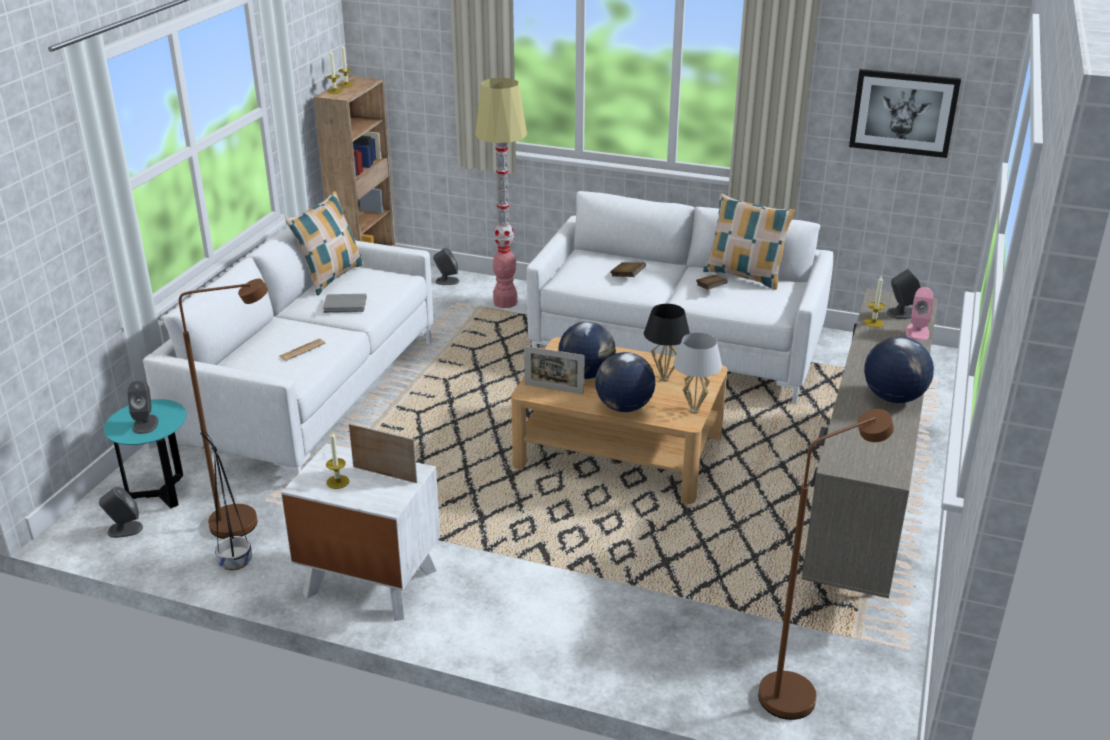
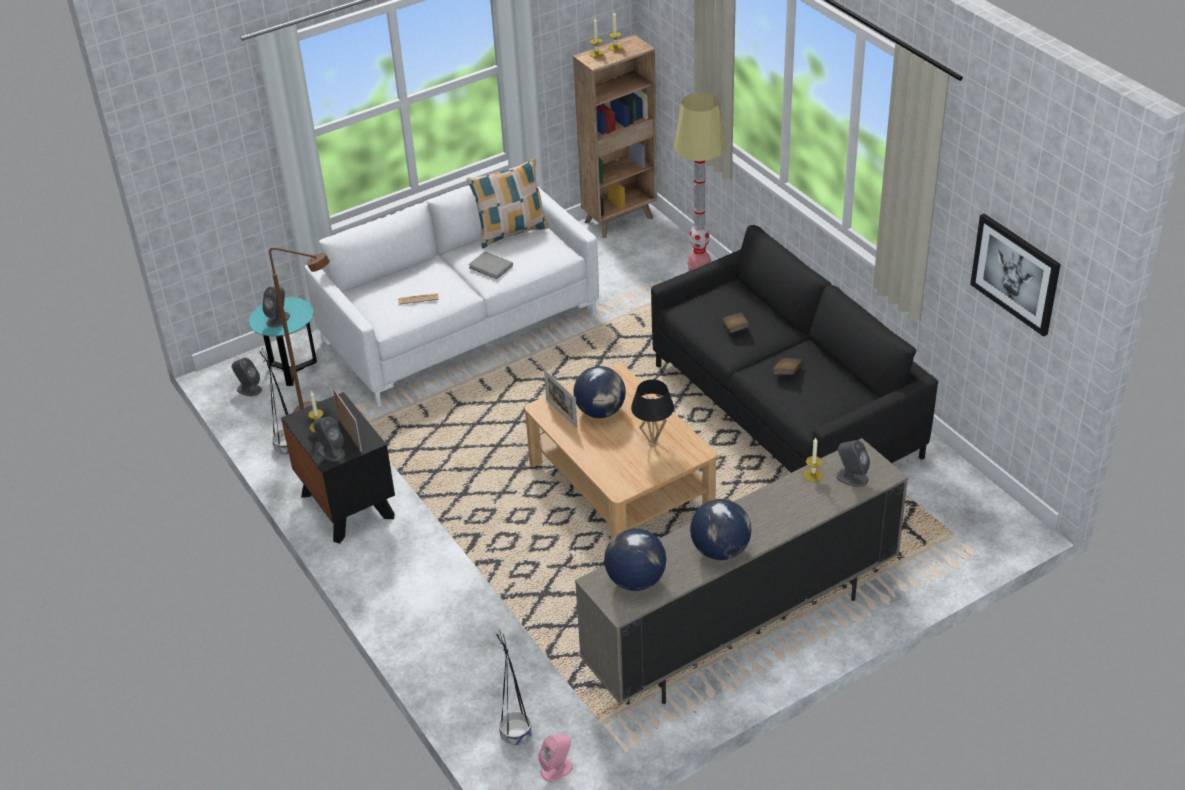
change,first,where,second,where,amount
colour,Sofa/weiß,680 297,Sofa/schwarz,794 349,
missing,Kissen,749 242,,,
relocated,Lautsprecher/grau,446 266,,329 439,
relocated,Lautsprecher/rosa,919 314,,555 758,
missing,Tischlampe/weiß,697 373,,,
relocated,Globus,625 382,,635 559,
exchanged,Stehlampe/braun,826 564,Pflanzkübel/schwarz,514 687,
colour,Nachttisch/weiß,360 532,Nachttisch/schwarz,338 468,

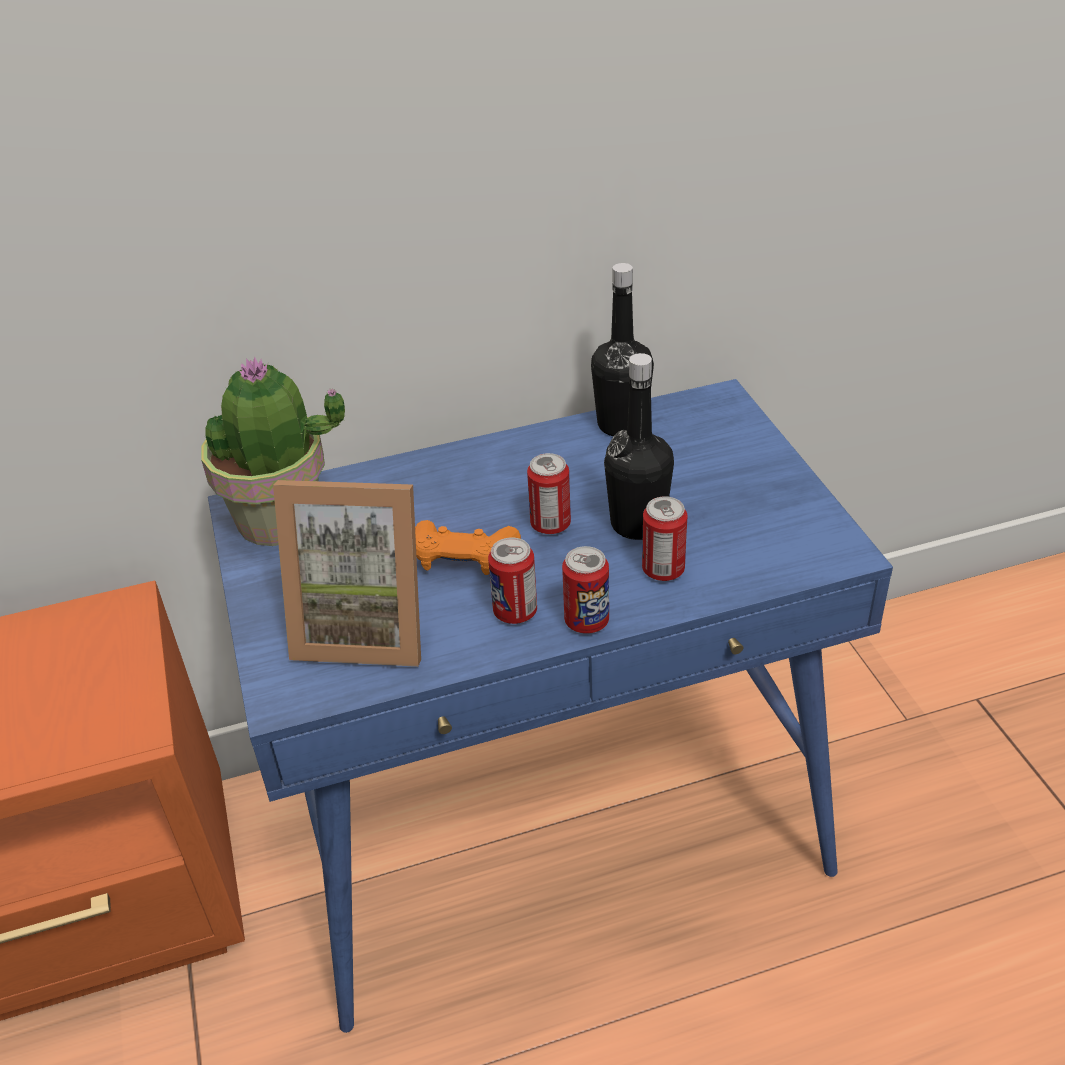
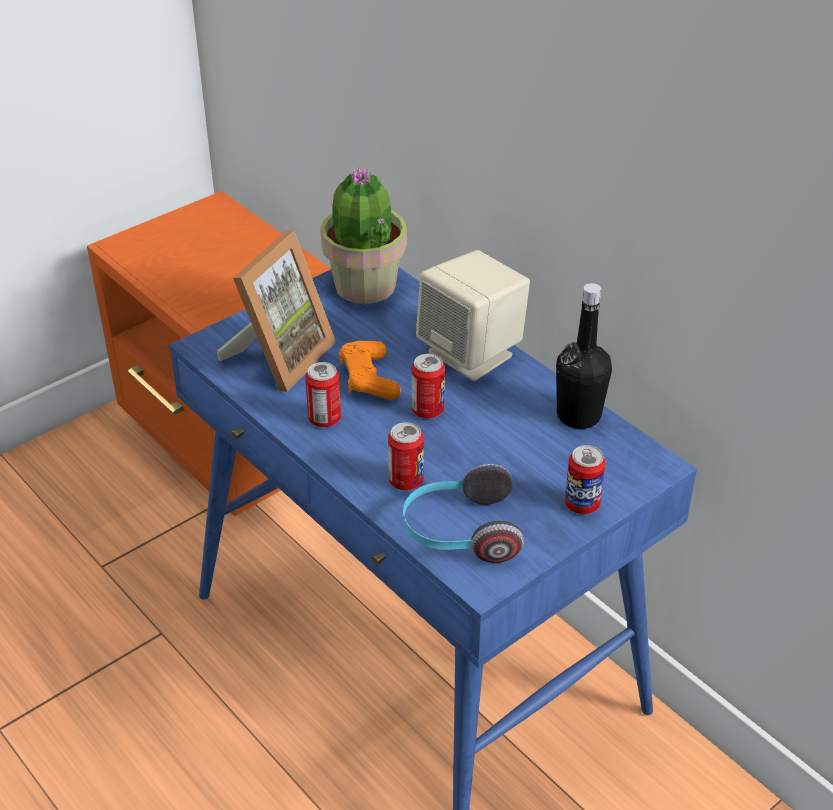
change,first,where,second,where,amount
missing,Flasche/schwarz,639 446,,,
spun,Bilderrahmen,347 573,,276 311,135 degrees counterclockwise
relocated,Dose,585 590,,585 479,
appeared,,,Lautsprecher/beige,473 315,
appeared,,,Kopfhörer,463 513,

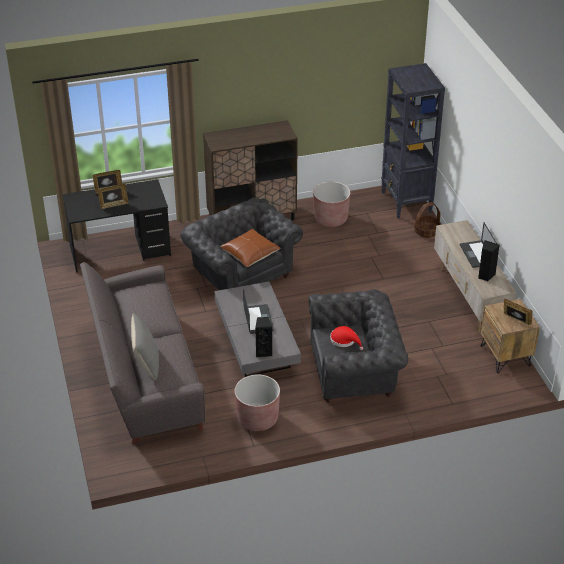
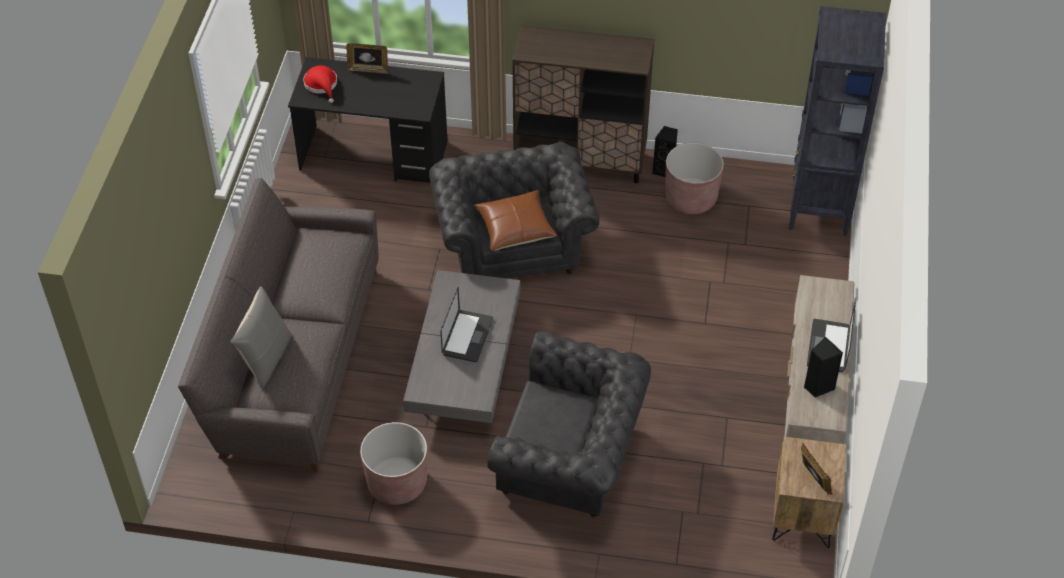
change,first,where,second,where,amount
missing,Bilderrahmen,113 196,,,
missing,Korb,427 220,,,
relocated,Lautsprecher/schwarz,263 337,,665 151,
relocated,Hut/rot,346 338,,320 84,

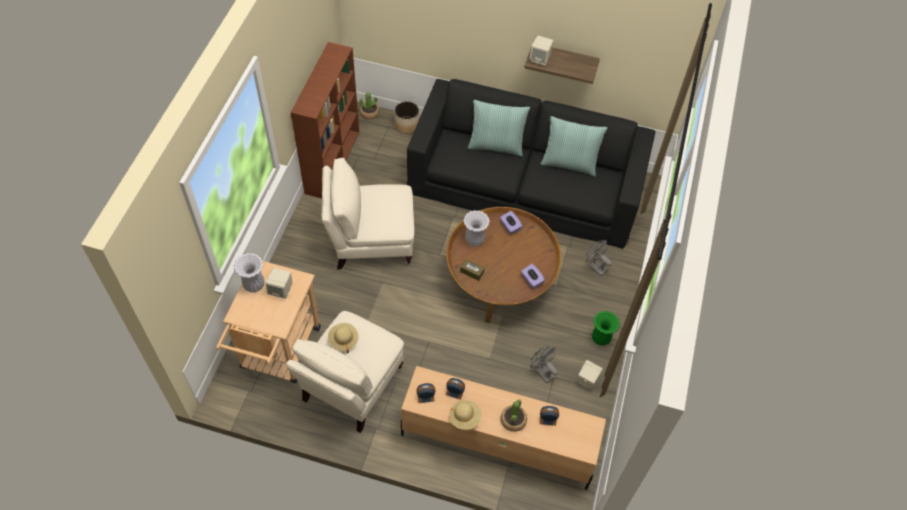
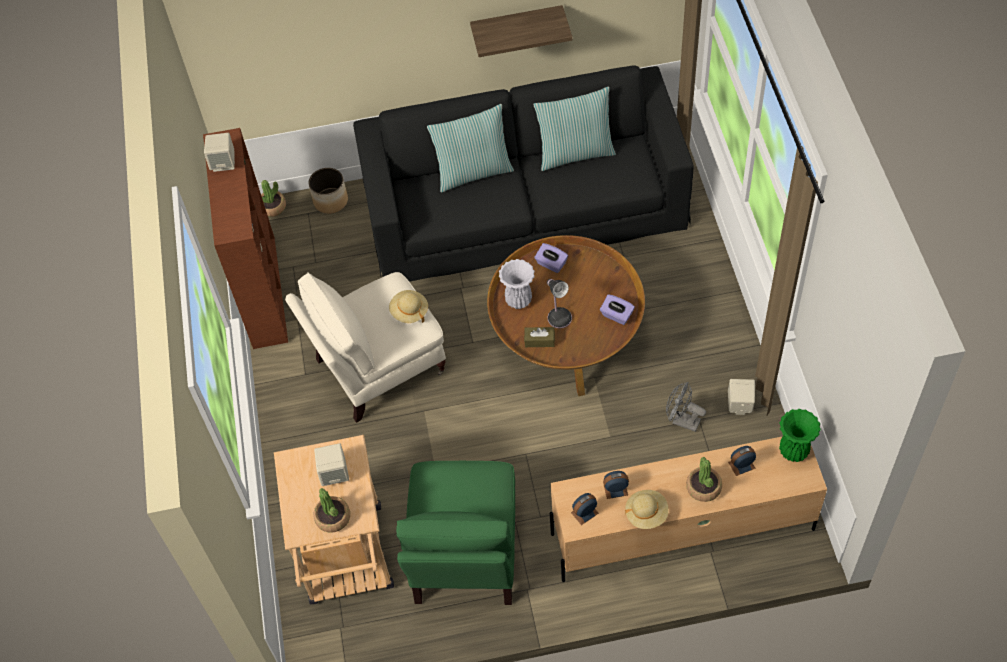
change,first,where,second,where,amount
relocated,Lautsprecher/beige,541 51,,219 152,
missing,Ventilator/grau,599 258,,,
missing,Vase/weiß,249 273,,,
colour,Sessel/beige,345 372,Sessel/grün,455 533,
relocated,Vase/grün,606 328,,800 435,
relocated,Hut/beige,343 338,,408 306,
appeared,,,Tischlampe,559 303,
appeared,,,Topfpflanze,332 510,

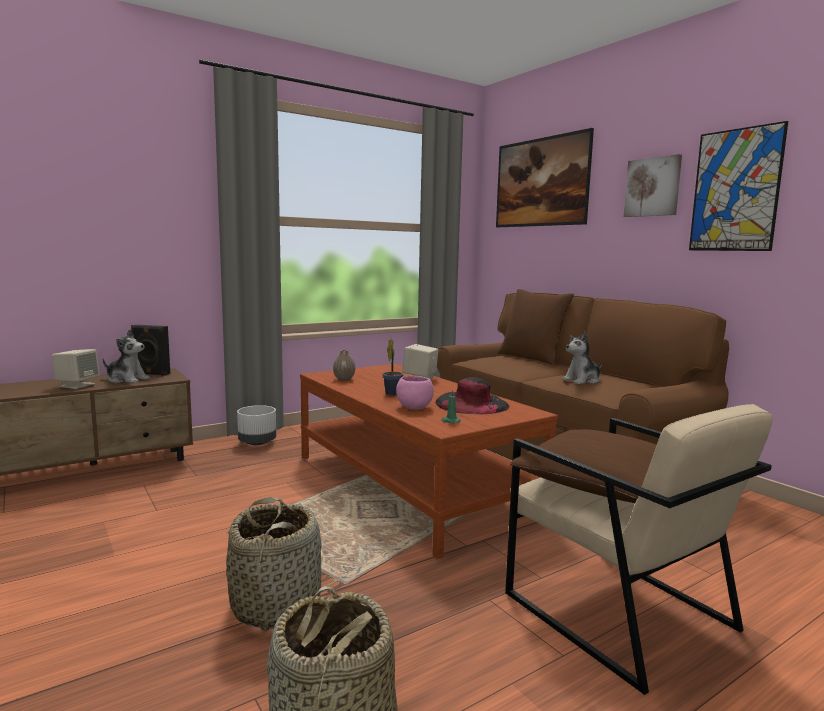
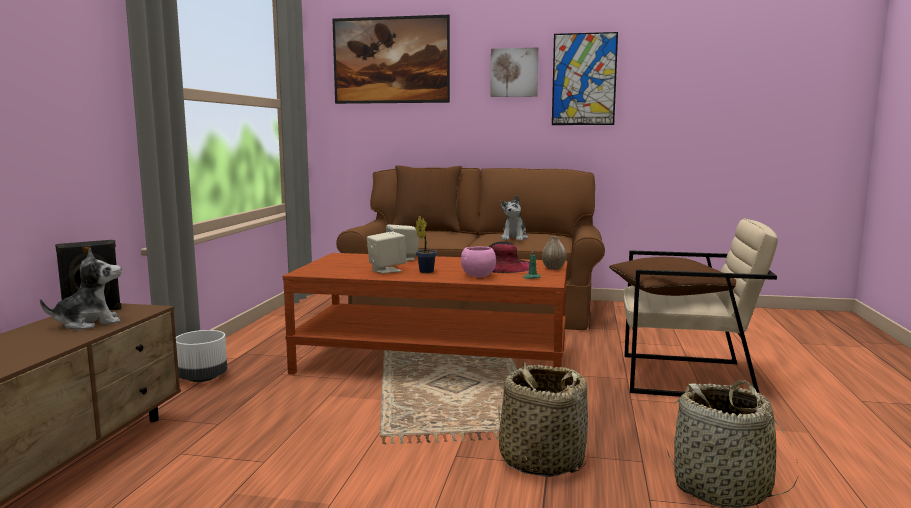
change,first,where,second,where,amount
relocated,Lautsprecher/beige,76 369,,387 252,
relocated,Vase,344 365,,554 253,

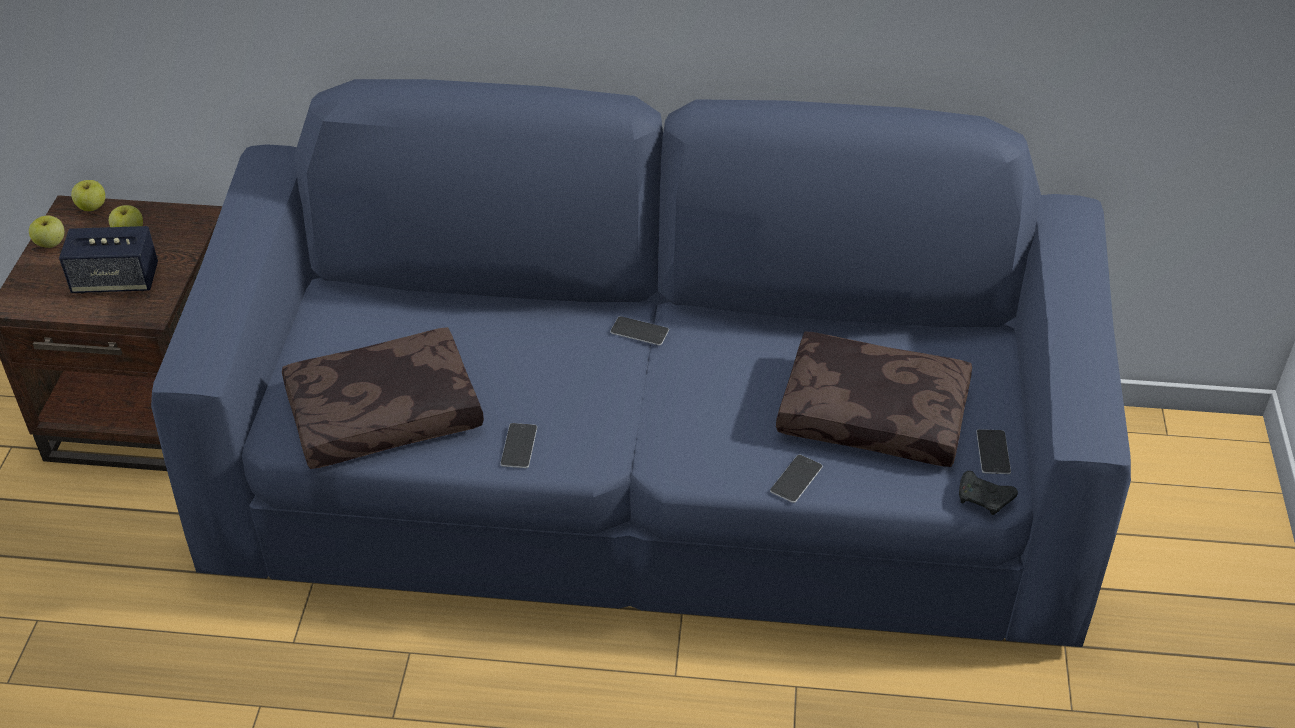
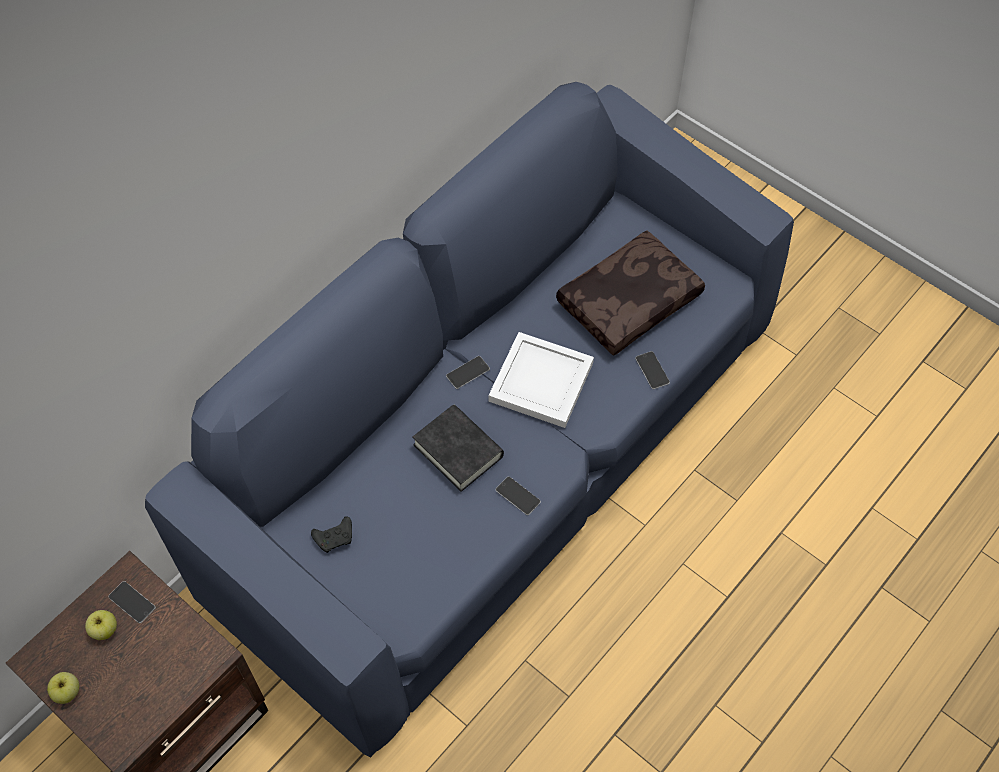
change,first,where,second,where,amount
missing,Apfel,88 195,,,
missing,Lautsprecher,108 259,,,
missing,Kissen/braun,383 398,,,
relocated,Handy,993 451,,132 602,
relocated,Gamepad/schwarz,988 493,,331 534,
appeared,,,Tablett/weiß,541 380,
appeared,,,Buch/schwarz,458 448,

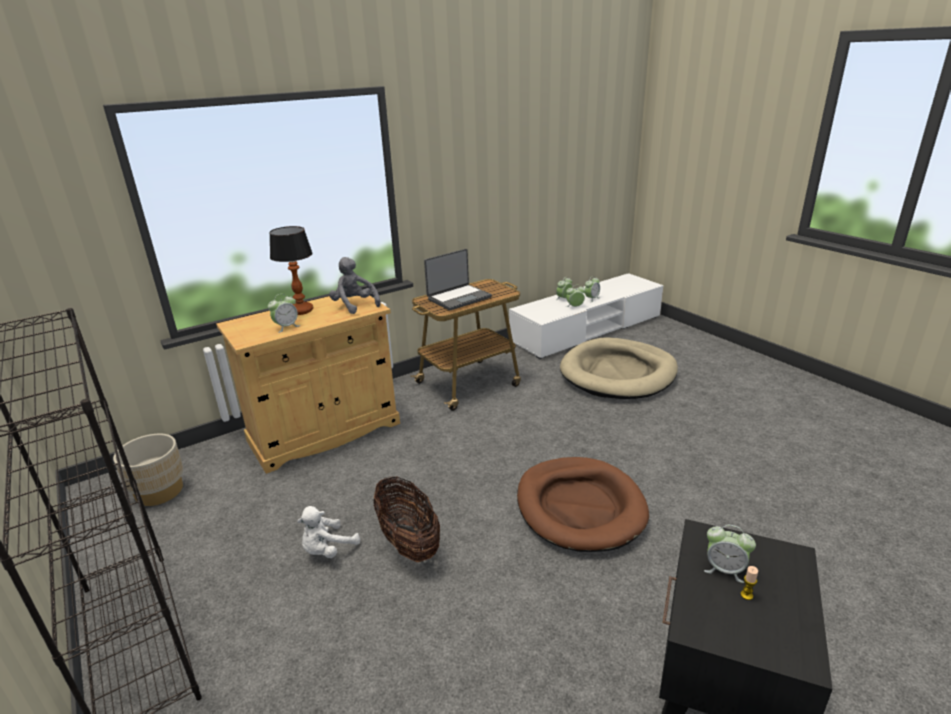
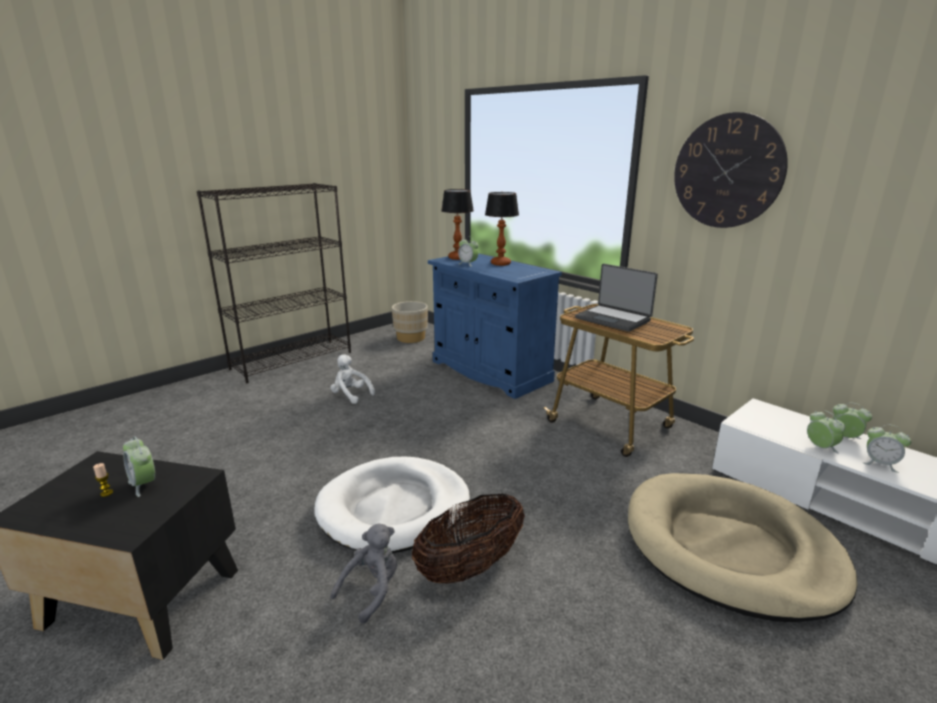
change,first,where,second,where,amount
relocated,Plüschtier/grau,355 285,,363 574,
colour,Schrank/beige,308 384,Schrank/blau,495 326,
colour,Hundebett/braun,583 504,Hundebett/weiß,392 505,
relocated,Korb,406 519,,468 538,
spun,Wecker,730 554,,139 466,60 degrees counterclockwise
appeared,,,Wanduhr,731 170,
appeared,,,Tischlampe,457 224,

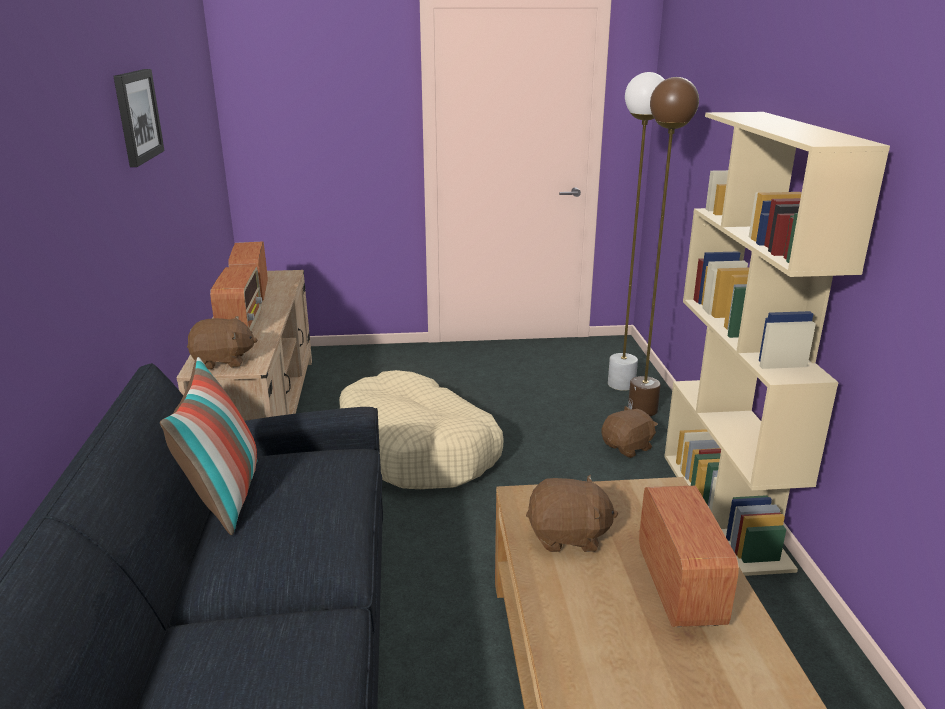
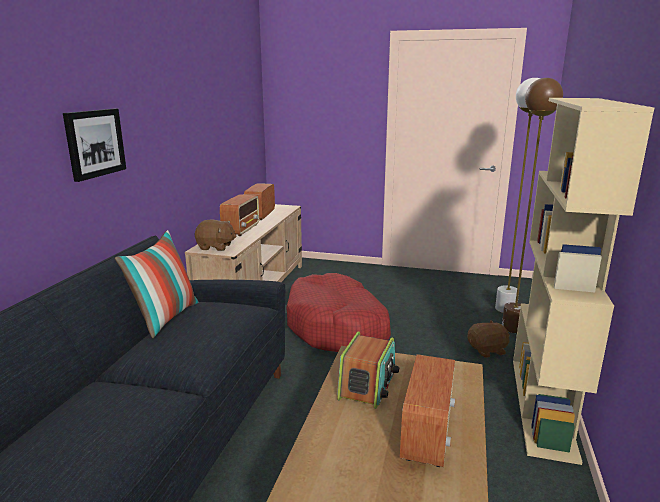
change,first,where,second,where,amount
relocated,Bild,139 118,,94 145,
colour,Hundebett/beige,421 429,Hundebett/rot,338 312,
exchanged,Plüschtier/braun,572 513,Radio,368 370,

